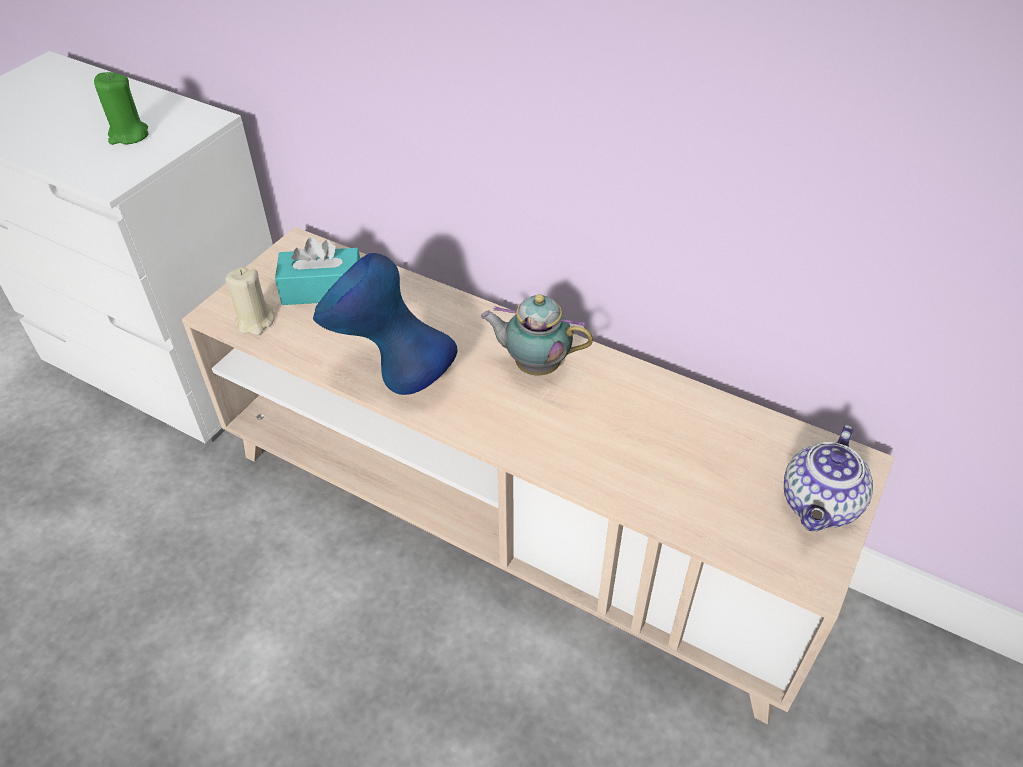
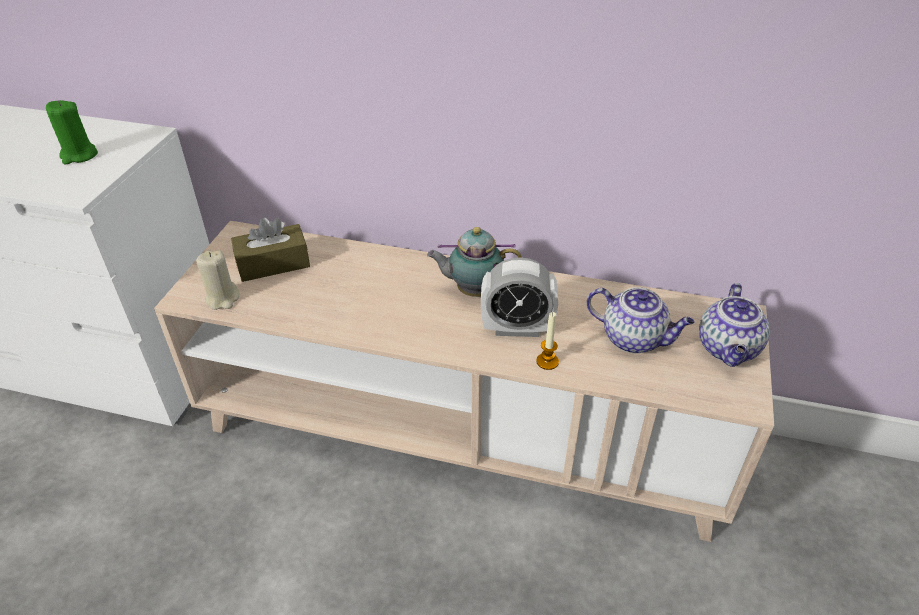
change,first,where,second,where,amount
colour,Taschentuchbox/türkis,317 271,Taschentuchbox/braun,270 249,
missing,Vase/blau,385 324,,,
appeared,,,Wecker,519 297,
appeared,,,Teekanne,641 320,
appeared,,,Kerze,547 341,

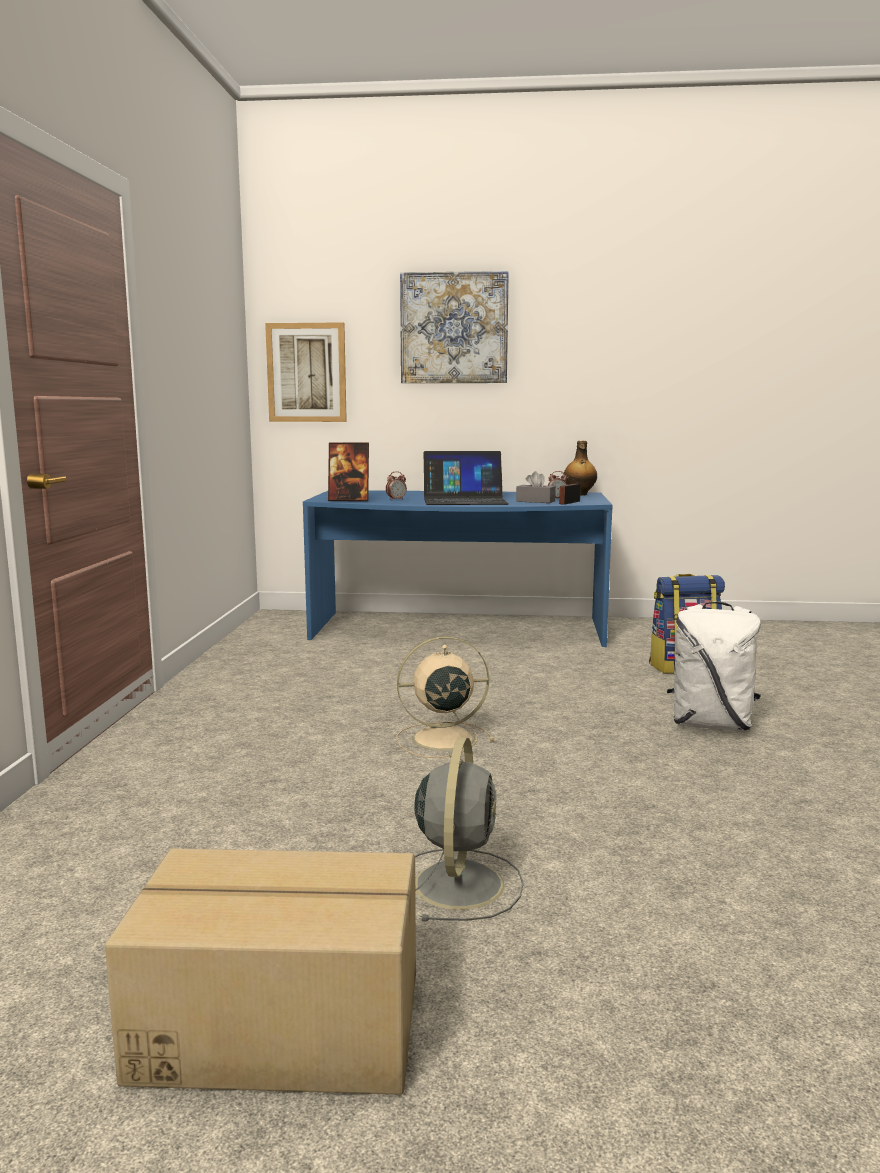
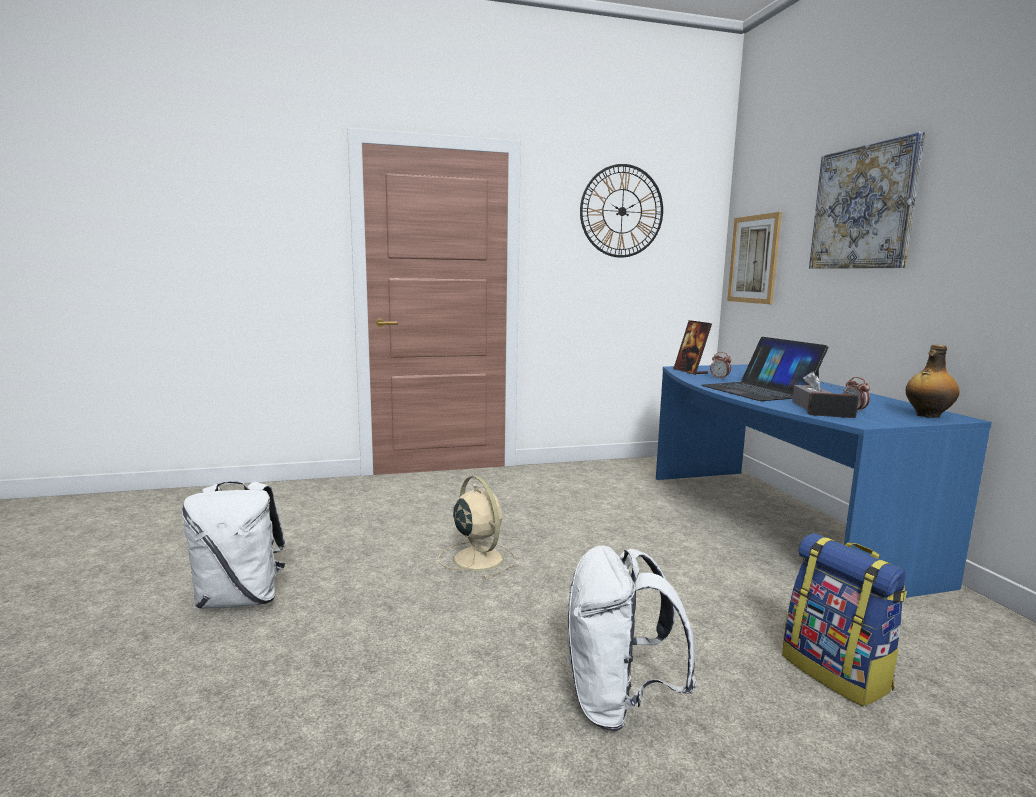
change,first,where,second,where,amount
exchanged,Ventilator/grau,469 829,Rucksack/weiß,234 545,
missing,Karton,260 972,,,
appeared,,,Wanduhr,621 211,

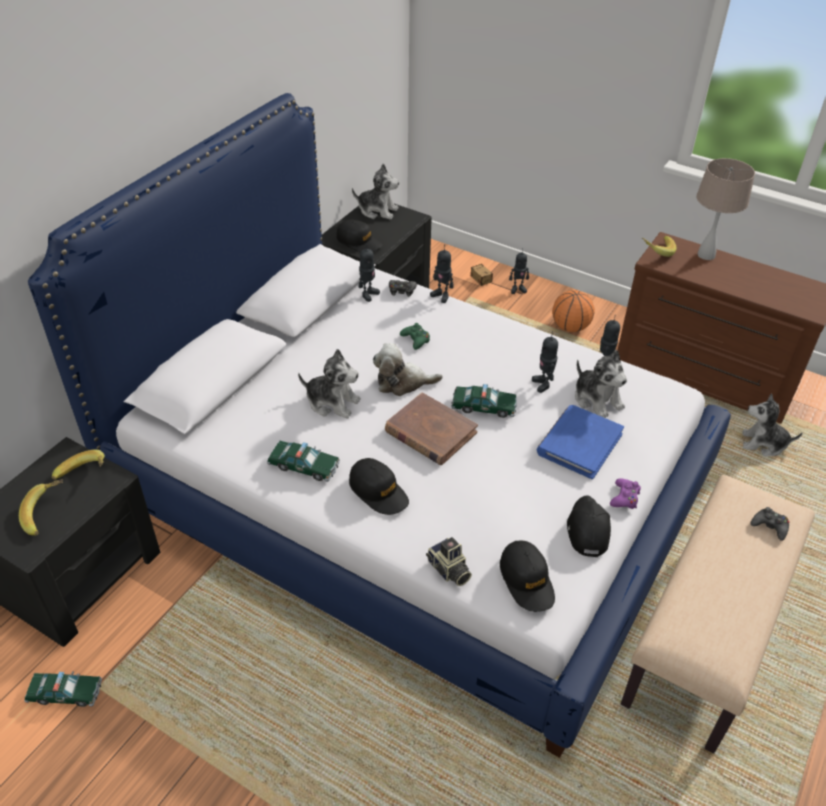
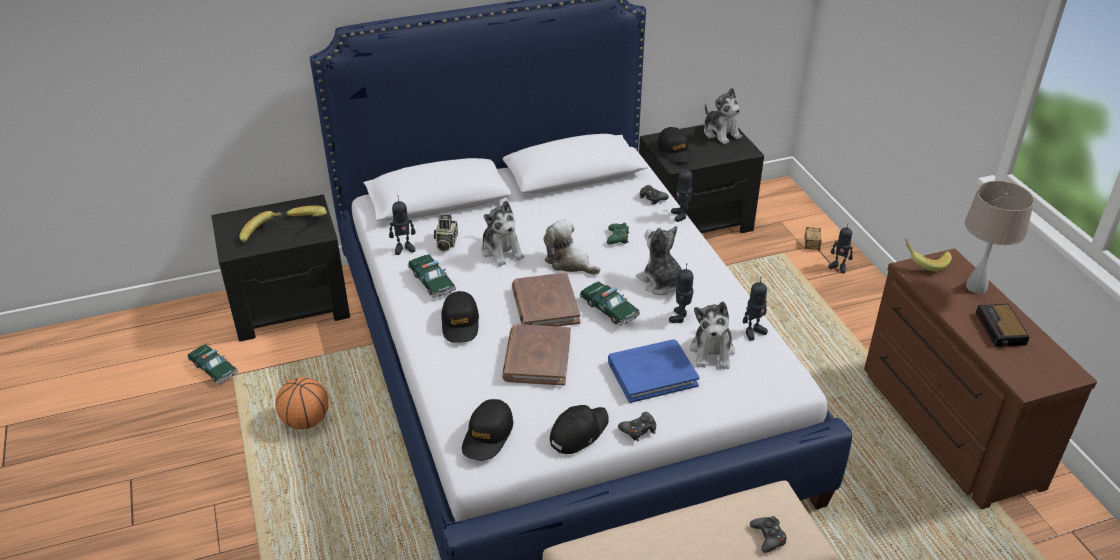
change,first,where,second,where,amount
relocated,Spielzeugroboter,369 272,,402 227,
relocated,Basketball,573 311,,302 403,
relocated,Plüschtier,772 425,,659 260,
colour,Gamepad/lila,625 493,Gamepad/schwarz,637 426,
relocated,Kamera,449 561,,446 233,
appeared,,,Wecker,1003 325,
appeared,,,Buch/braun,536 354,

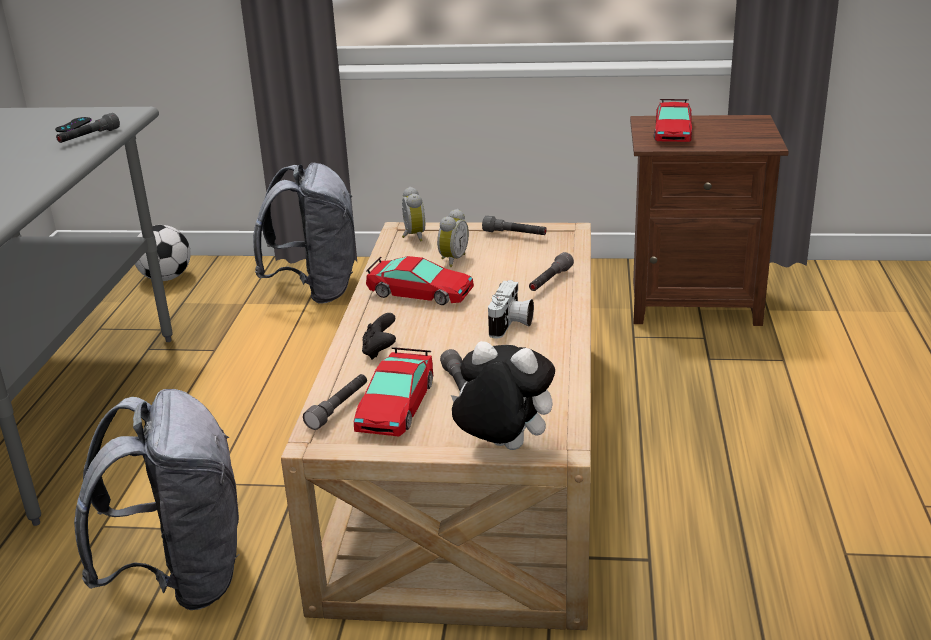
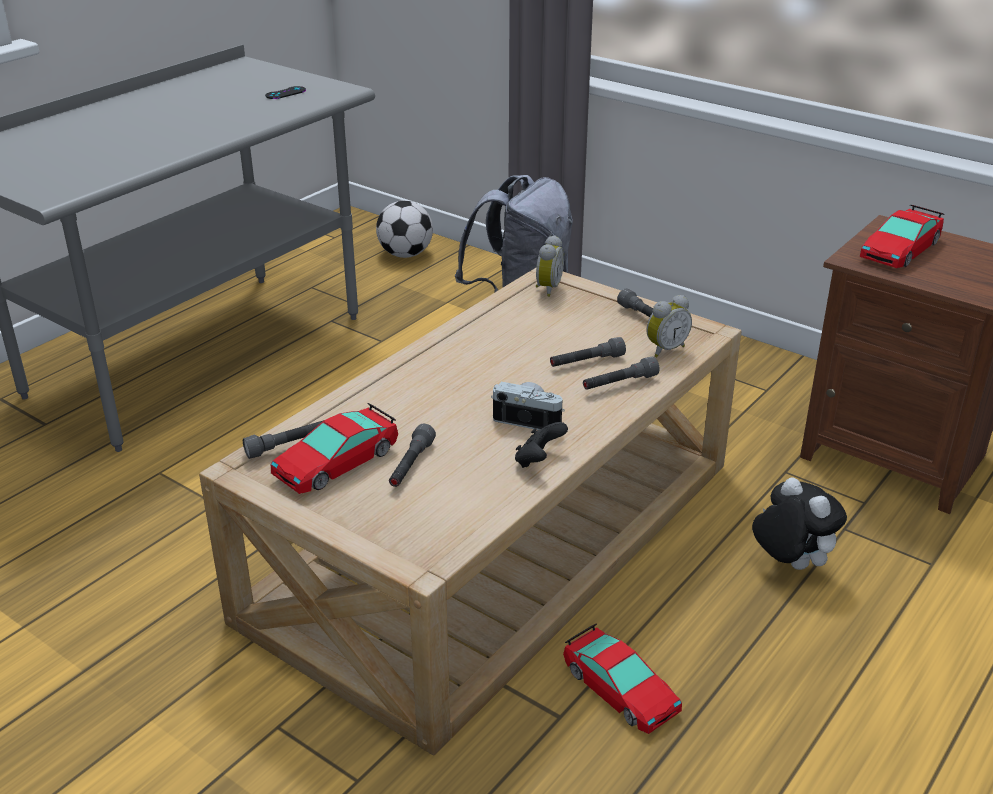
change,first,where,second,where,amount
relocated,Taschenlampe/grau,88 128,,588 352,
relocated,Wecker,453 238,,669 326,
relocated,Spielzeugauto,420 280,,622 678,
spun,Kamera,511 309,,528 406,120 degrees counterclockwise
relocated,Gamepad/schwarz,379 336,,541 445,
relocated,Plüschtier,503 395,,799 523,
missing,Rucksack/grau,157 499,,,

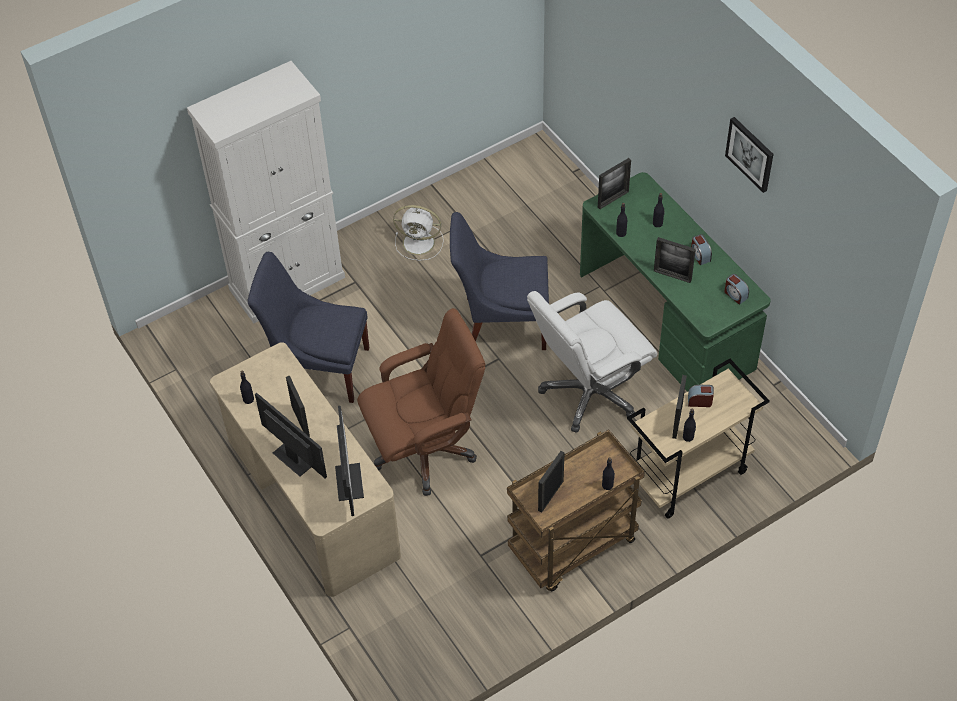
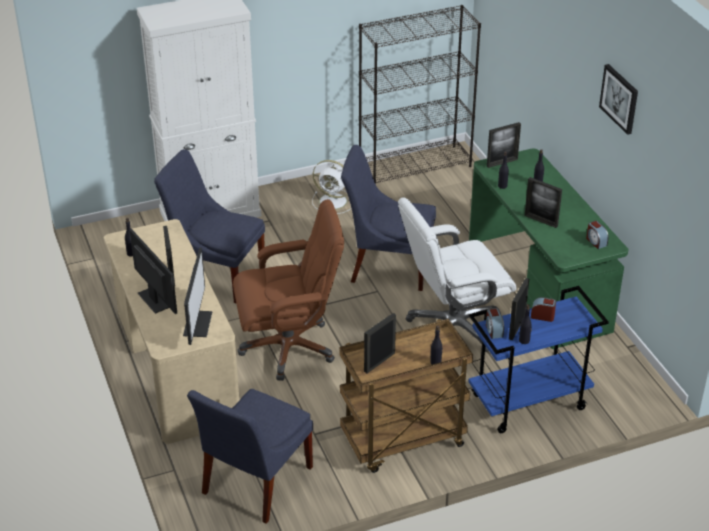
change,first,where,second,where,amount
relocated,Wecker,701 249,,495 323,
colour,Rollwagen/beige,698 439,Rollwagen/blau,538 359,
appeared,,,Bücherregal/schwarz,420 94,
appeared,,,Stuhl/blau,250 456,

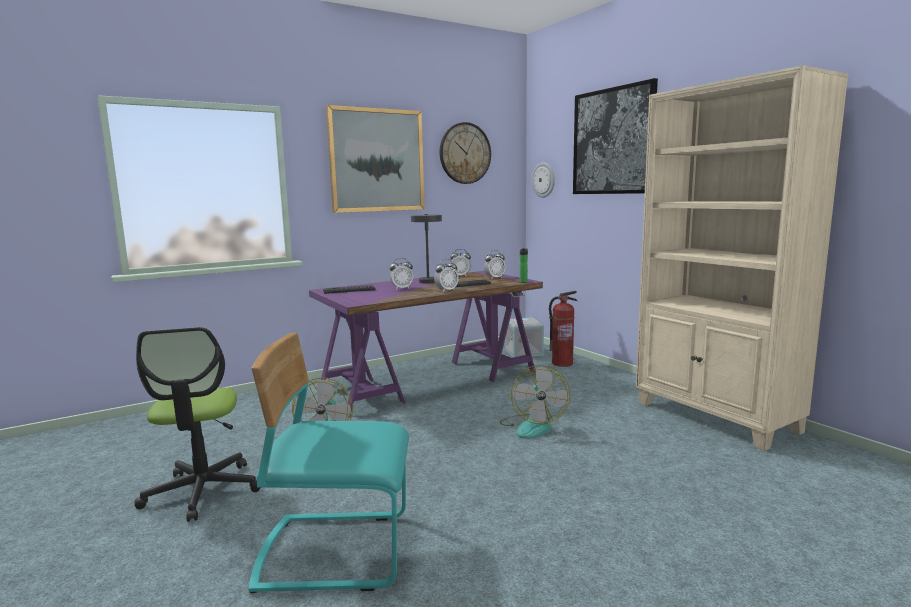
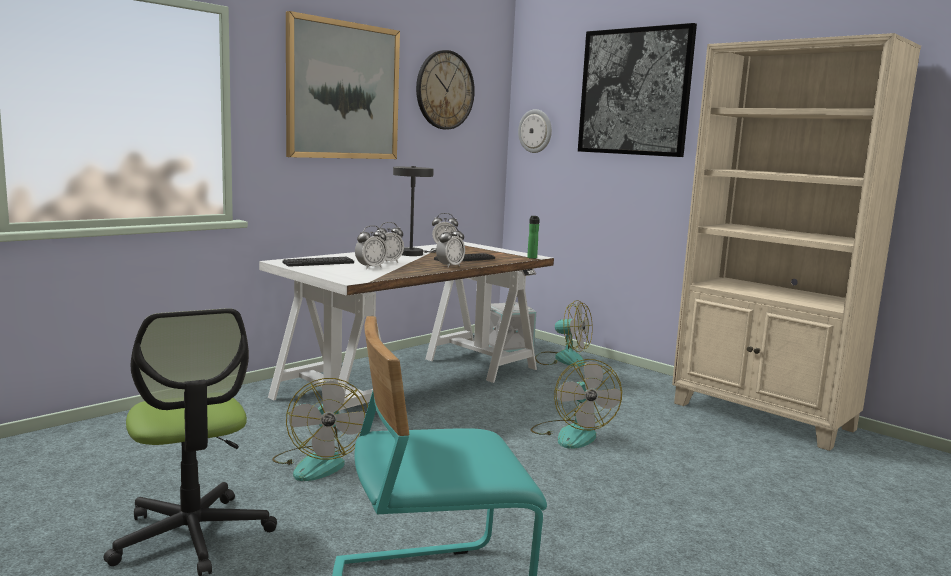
change,first,where,second,where,amount
relocated,Wecker,495 264,,371 247,
colour,Schreibtisch/lila,426 343,Schreibtisch/weiß,406 336,
exchanged,Feuerlöscher,563 329,Ventilator,564 333,

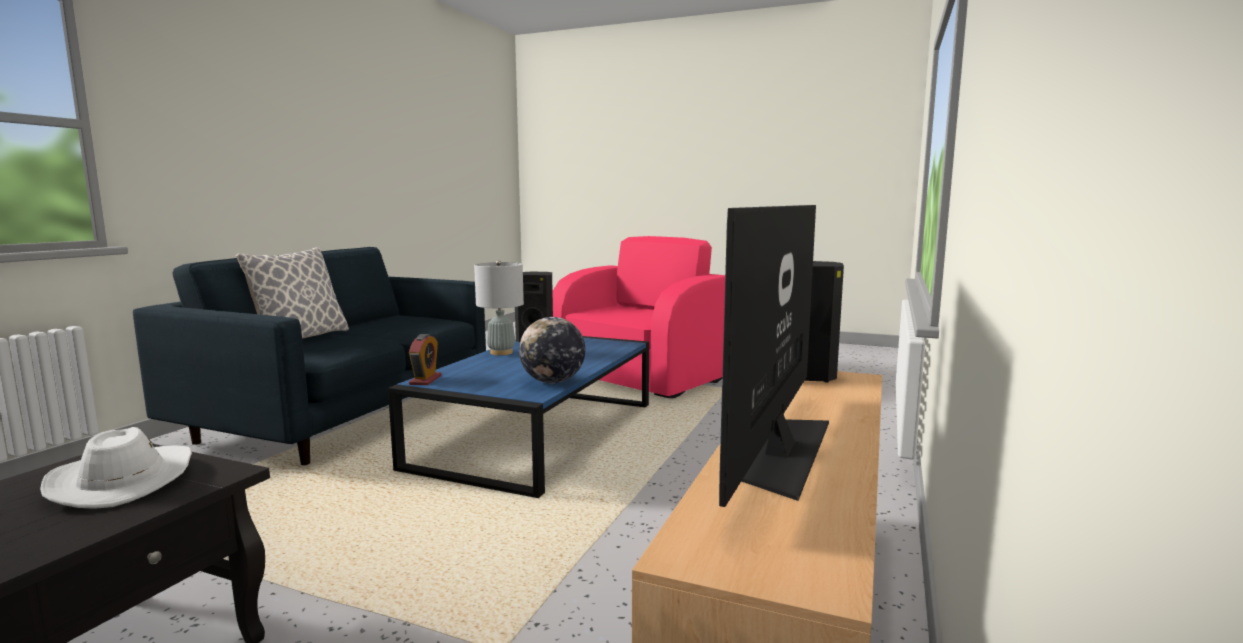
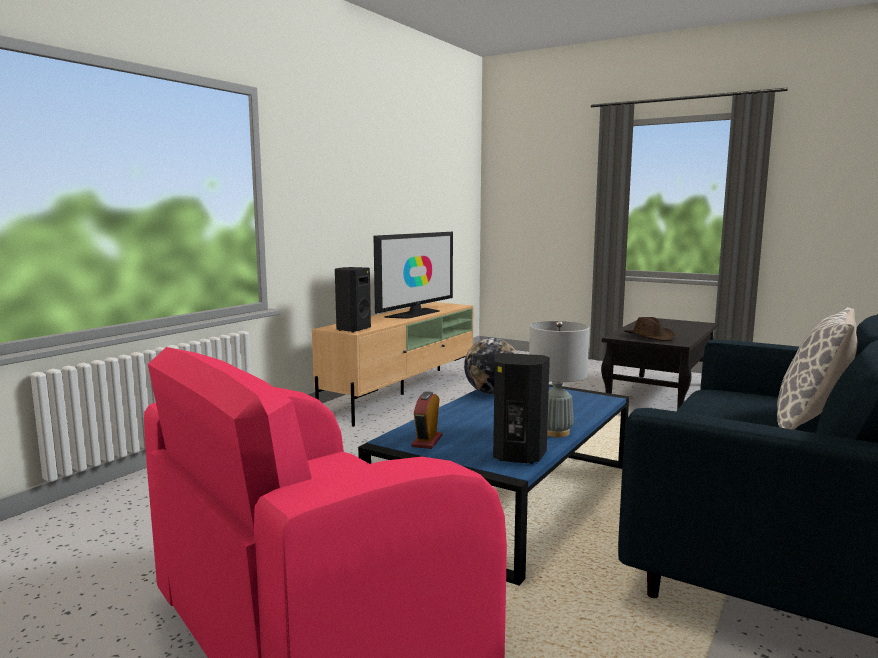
change,first,where,second,where,amount
relocated,Wecker,425 359,,426 420,
colour,Hut/weiß,116 468,Hut/braun,649 329,

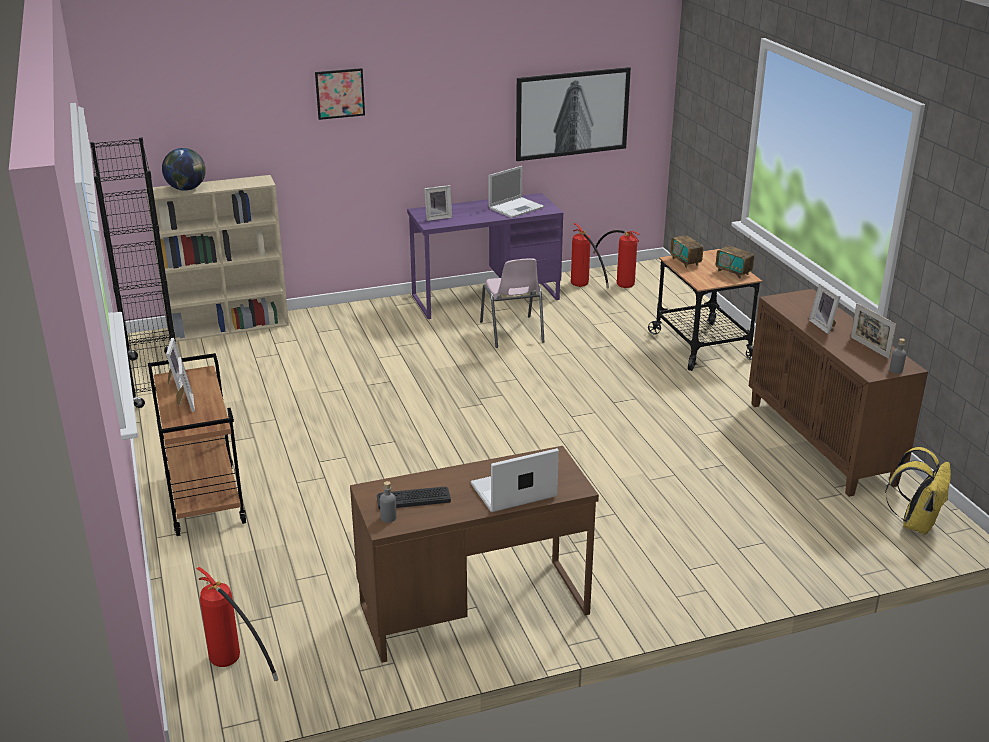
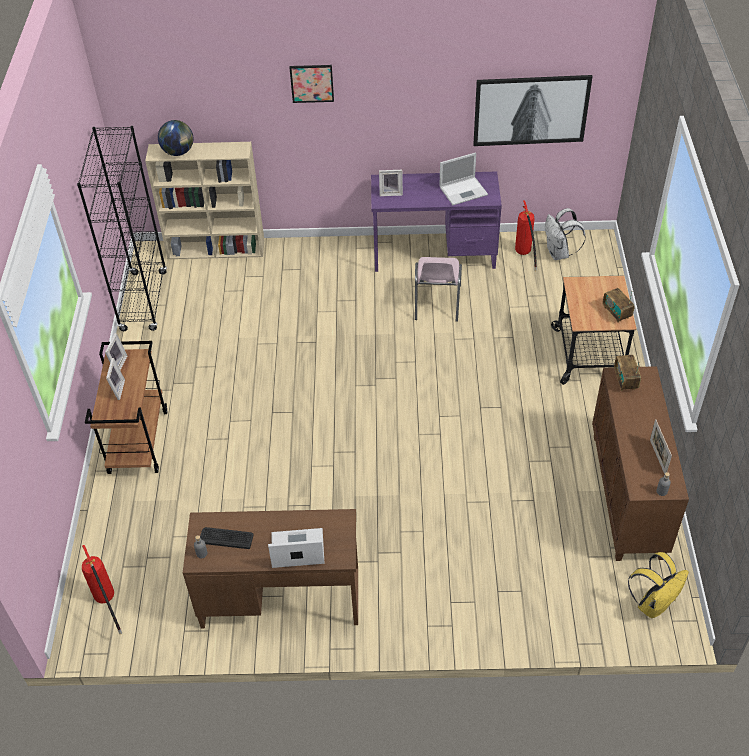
change,first,where,second,where,amount
relocated,Radio,686 247,,627 373,
exchanged,Feuerlöscher,616 259,Rucksack/weiß,565 234,
missing,Bilderrahmen,825 308,,,

